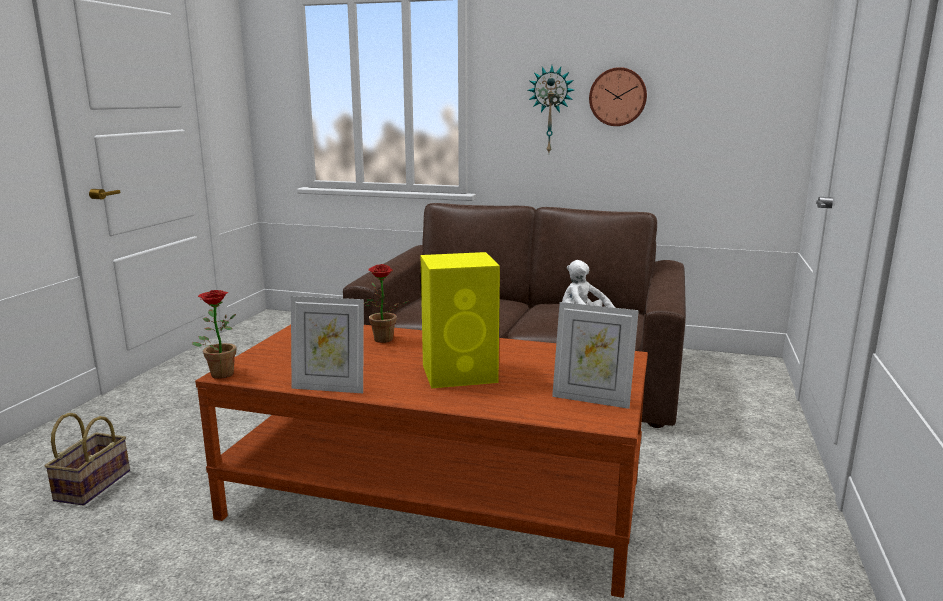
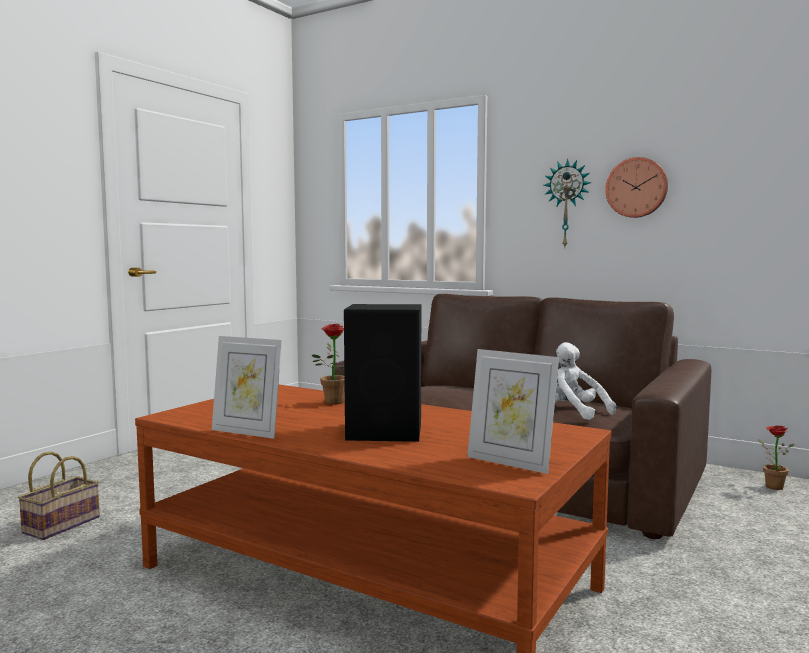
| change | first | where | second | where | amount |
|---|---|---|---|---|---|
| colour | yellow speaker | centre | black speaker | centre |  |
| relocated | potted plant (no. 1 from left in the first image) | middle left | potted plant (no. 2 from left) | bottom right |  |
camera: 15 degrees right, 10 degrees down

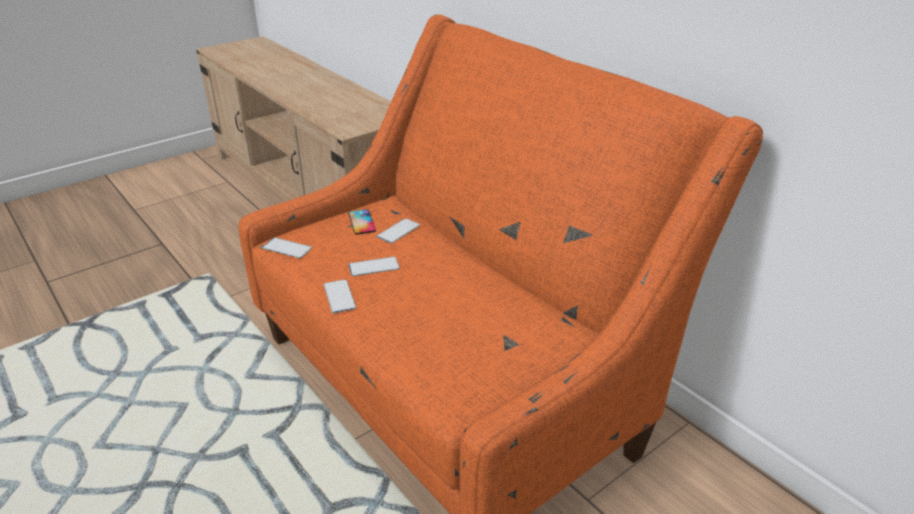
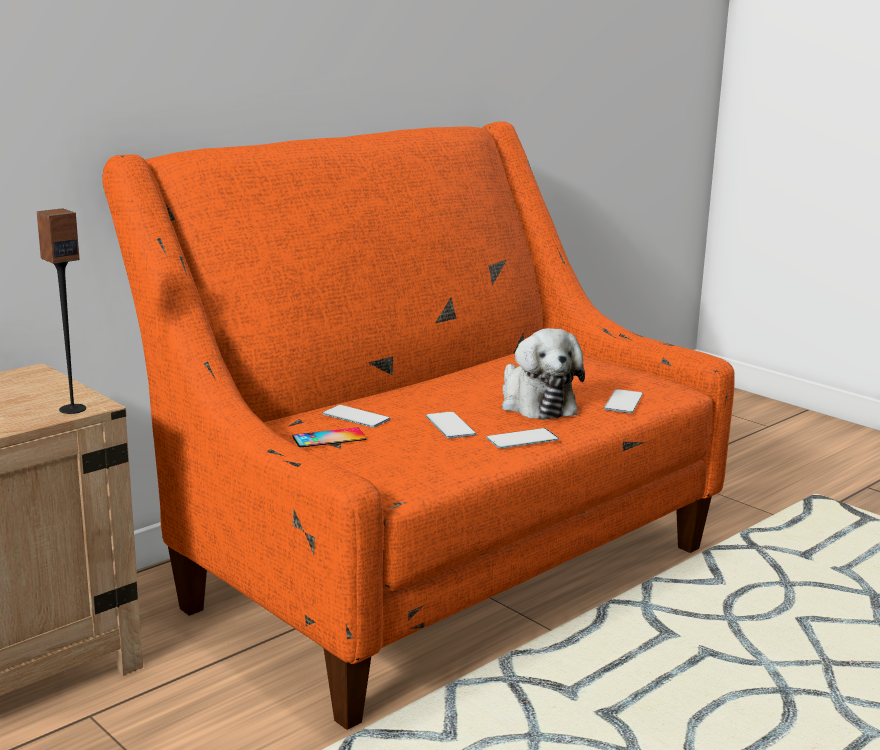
| change | first | where | second | where | amount |
|---|---|---|---|---|---|
| relocated | phone (no. 1 from left in the first image) | middle left | phone (no. 5 from left) | middle right |  |
| appeared |  |  | speaker | middle left |  |
| appeared |  |  | plush toy | centre |  |
camera: 95 degrees left, 15 degrees down

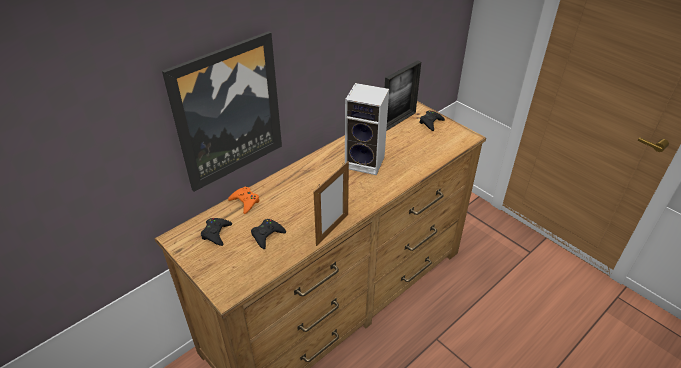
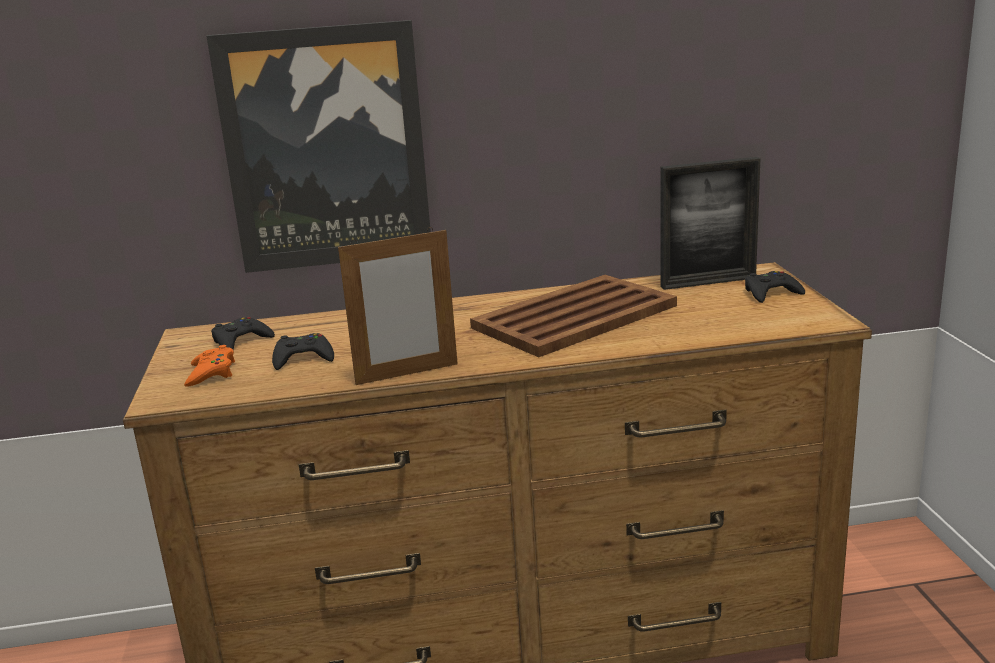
| change | first | where | second | where | amount |
|---|---|---|---|---|---|
| exchanged | speaker | centre | brown tray | centre |  |
| relocated | orange game controller | centre |  | middle left |  |
camera: 35 degrees right, 20 degrees down

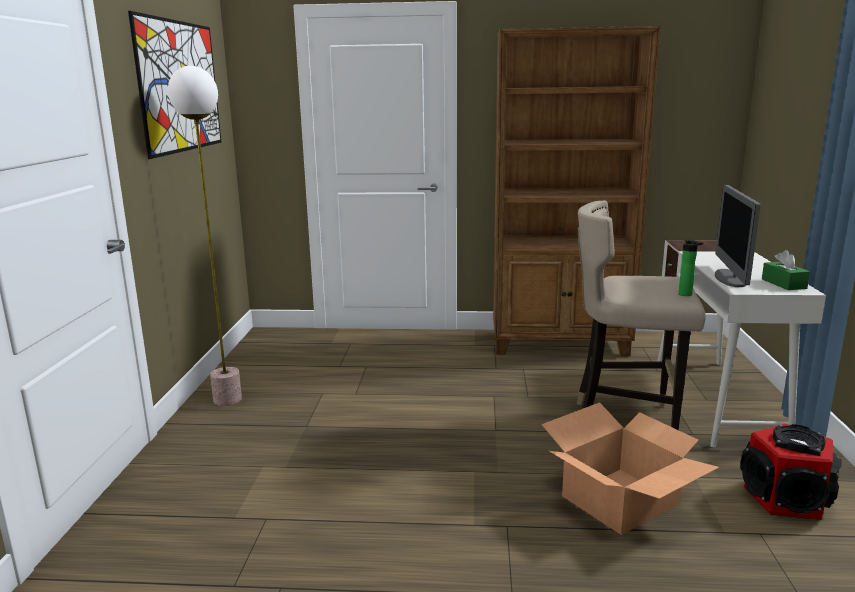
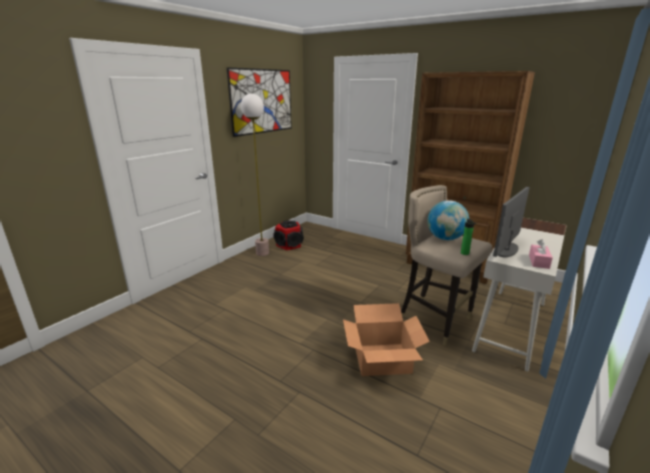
| change | first | where | second | where | amount |
|---|---|---|---|---|---|
| colour | green tissue box | middle right | pink tissue box | middle right |  |
| relocated | speaker | bottom right |  | centre |  |
| appeared |  |  | globe | middle right |  |
camera: 30 degrees right, 5 degrees up

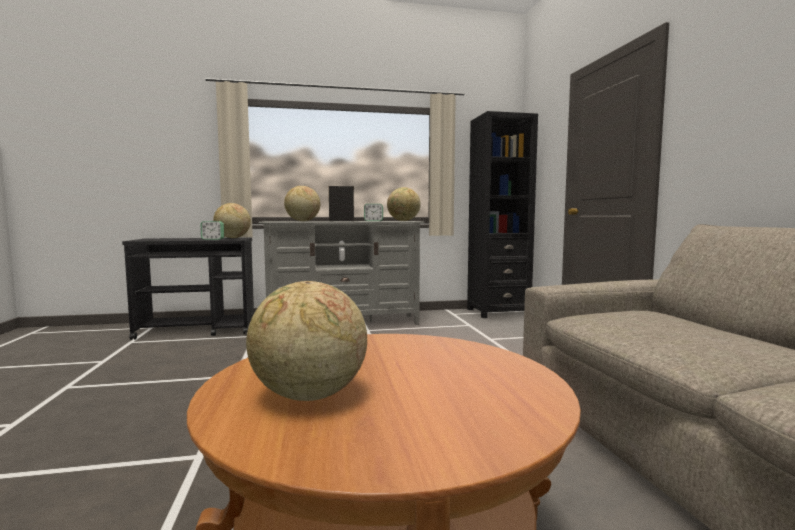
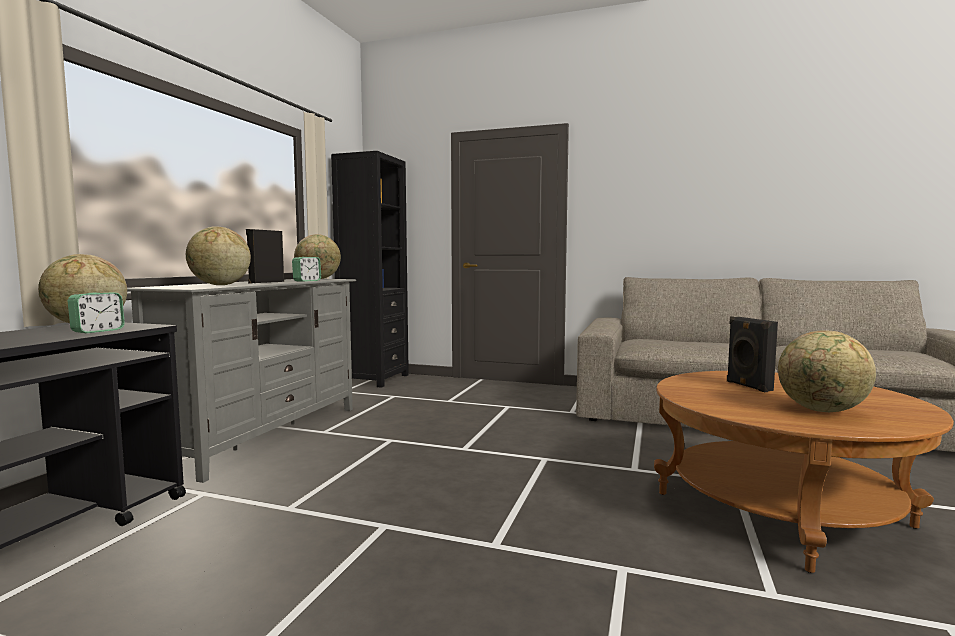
| change | first | where | second | where | amount |
|---|---|---|---|---|---|
| appeared |  |  | black speaker (no. 2 from left) | middle right |  |
camera: 60 degrees left, 0 degrees up

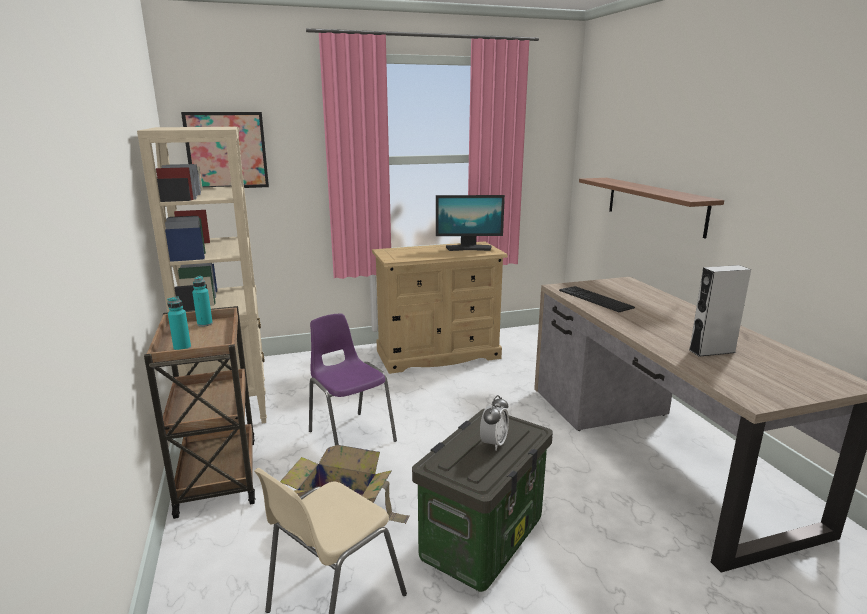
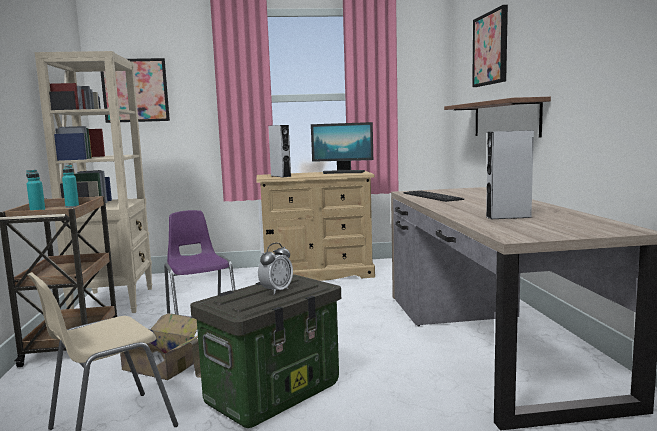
| change | first | where | second | where | amount |
|---|---|---|---|---|---|
| appeared |  |  | picture (no. 2 from left) | top right |  |
| appeared |  |  | grey speaker (no. 1 from left) | centre |  |
camera: 10 degrees right, 10 degrees down

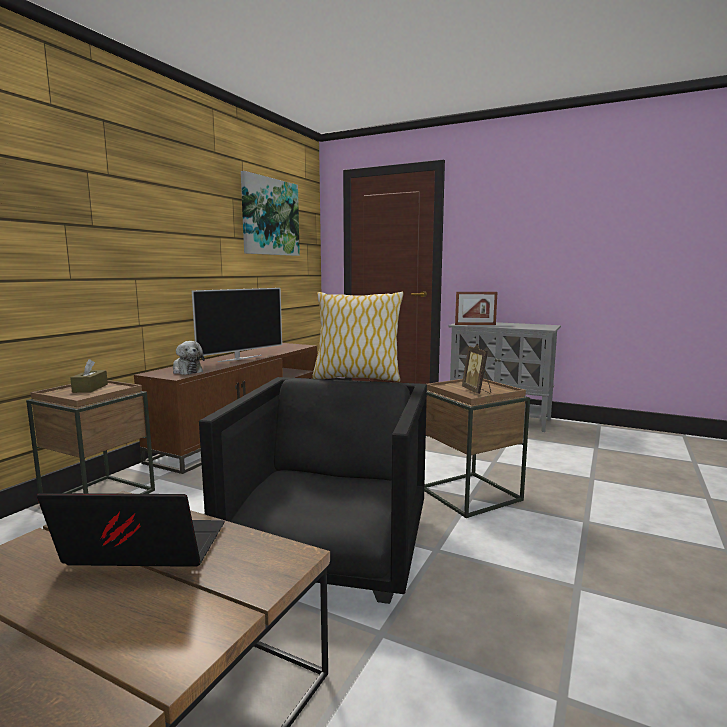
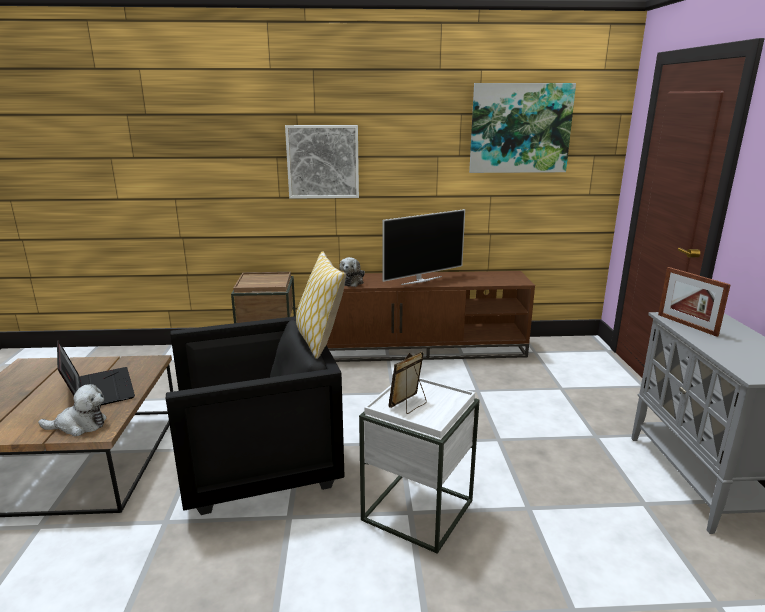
| change | first | where | second | where | amount |
|---|---|---|---|---|---|
| spun | television | middle left |  | centre | 45 degrees counterclockwise |
| missing | brown tissue box | middle left |  |  |  |
| colour | brown side table (no. 2 from left) | centre | white side table | bottom centre |  |
| appeared |  |  | picture (no. 1 from left) | top centre |  |
| appeared |  |  | plush toy (no. 1 from left) | bottom left |  |
camera: 60 degrees right, 10 degrees up

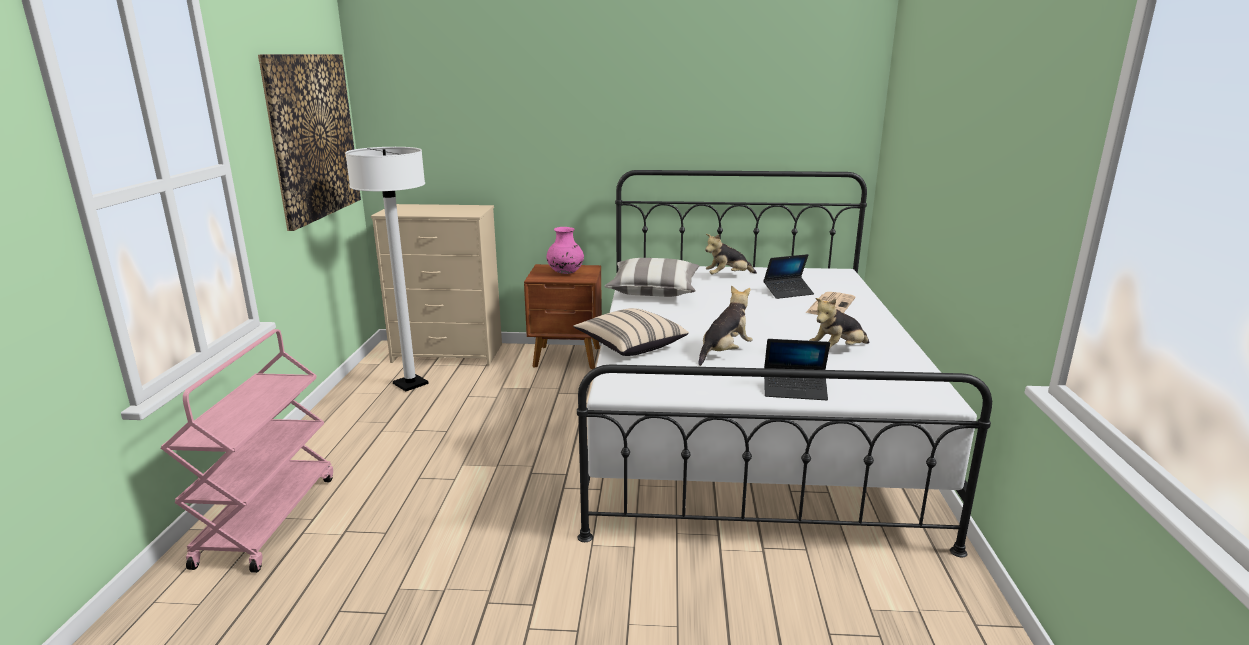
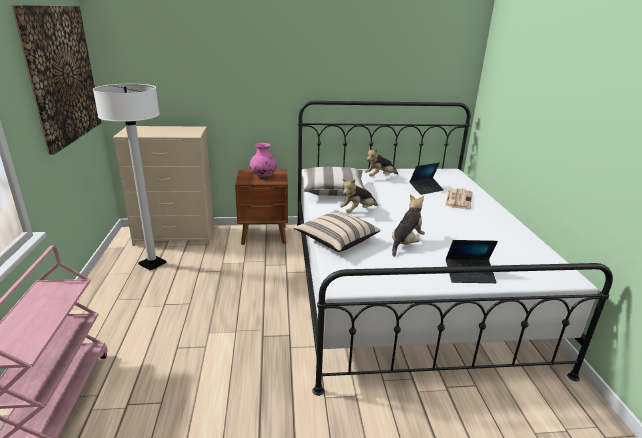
| change | first | where | second | where | amount |
|---|---|---|---|---|---|
| relocated | plush toy (no. 3 from left in the first image) | middle right | plush toy (no. 1 from left) | centre |  |
camera: 10 degrees left, 5 degrees up

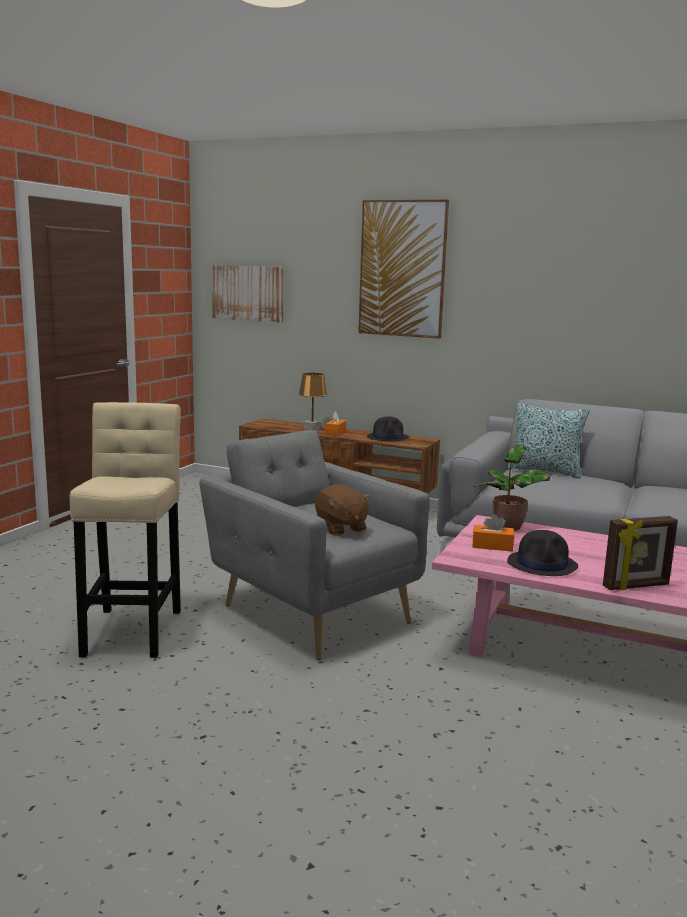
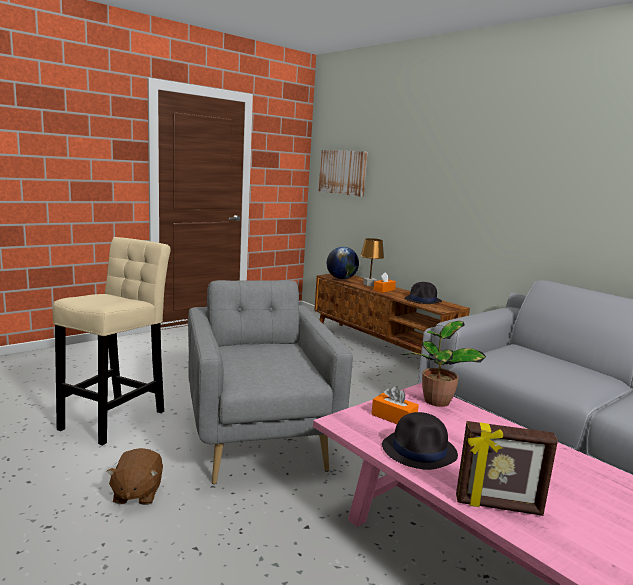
| change | first | where | second | where | amount |
|---|---|---|---|---|---|
| missing | picture (no. 2 from left) | top centre |  |  |  |
| missing | pillow | middle right |  |  |  |
| relocated | brown plush toy | centre |  | bottom left |  |
| appeared |  |  | globe | centre |  |
camera: 25 degrees right, 0 degrees up

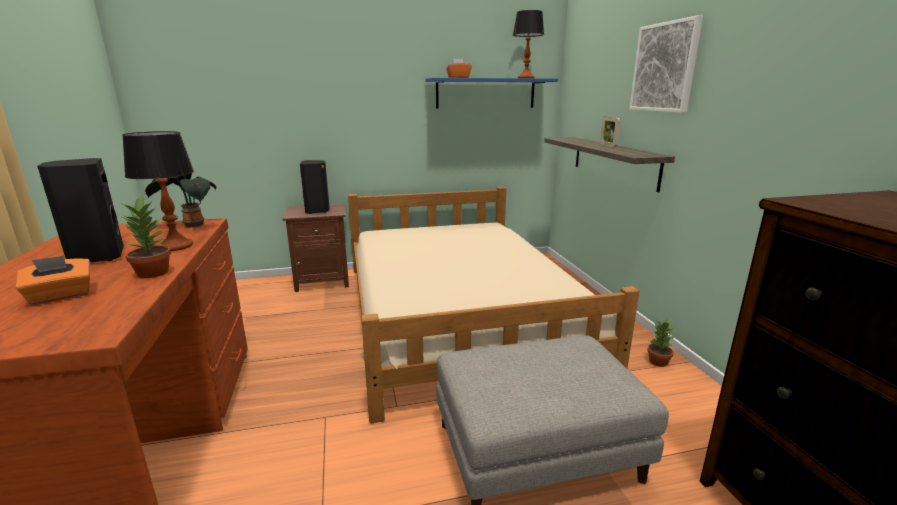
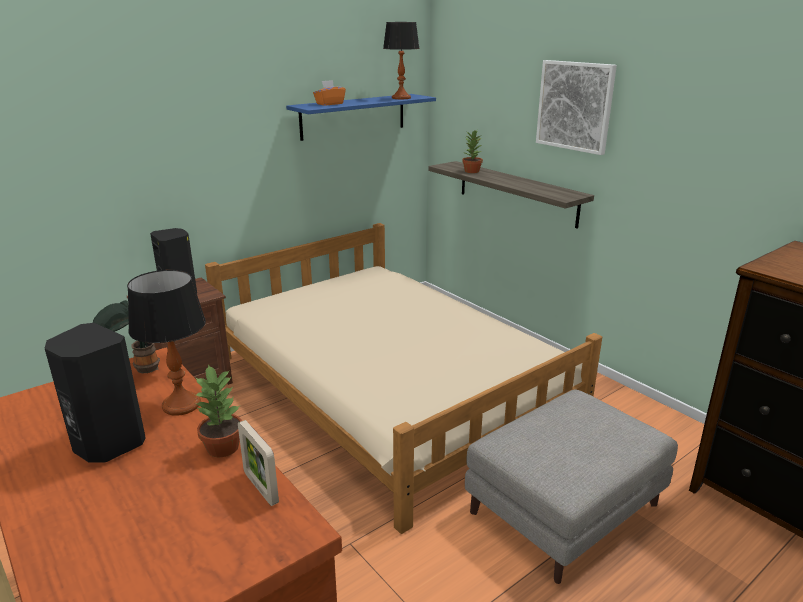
| change | first | where | second | where | amount |
|---|---|---|---|---|---|
| relocated | picture frame | top right |  | bottom left |  |
| missing | orange tissue box (no. 1 from left) | middle left |  |  |  |
| relocated | potted plant (no. 3 from left) | bottom right |  | top centre |  |
camera: 25 degrees left, 5 degrees up

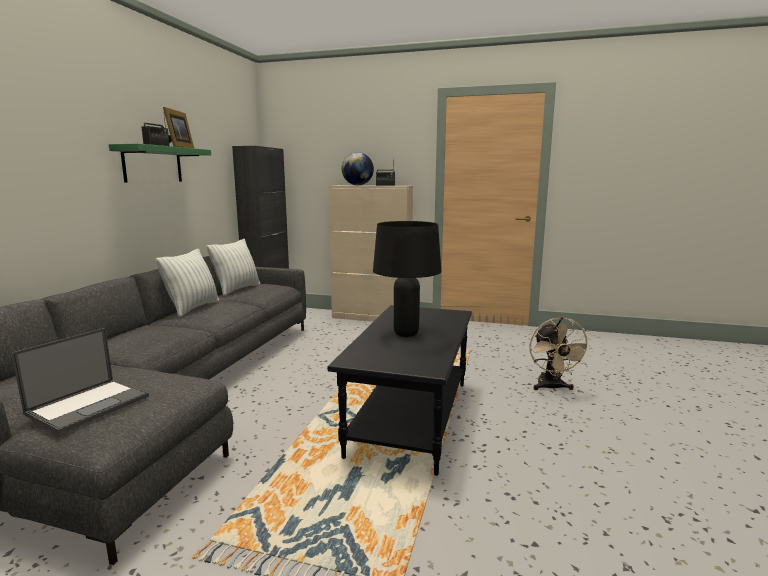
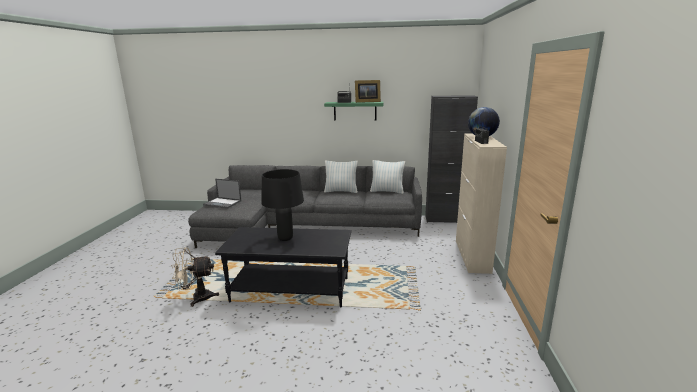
| change | first | where | second | where | amount |
|---|---|---|---|---|---|
| relocated | beige fan | middle right |  | bottom left |  |
camera: 80 degrees right, 5 degrees up

